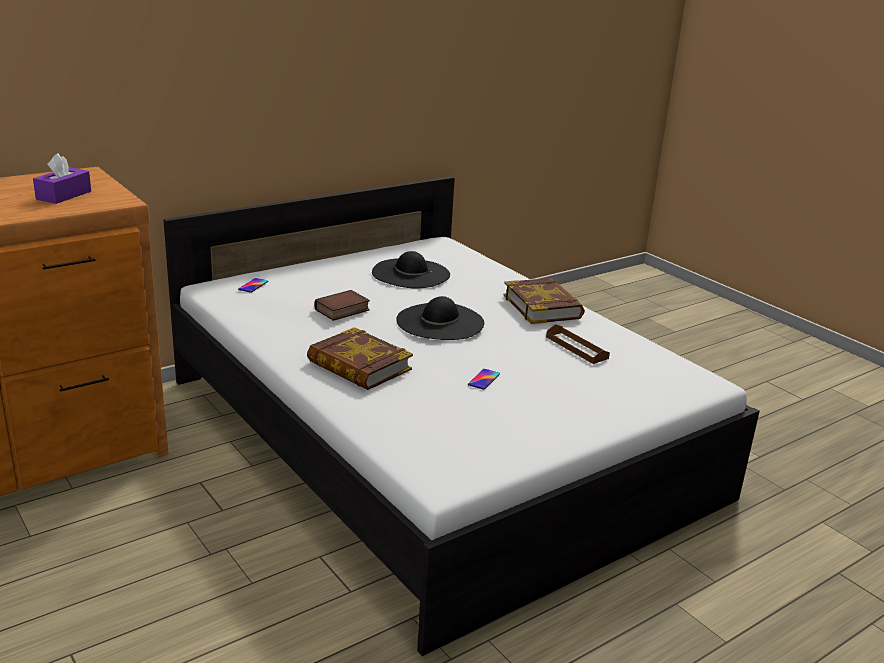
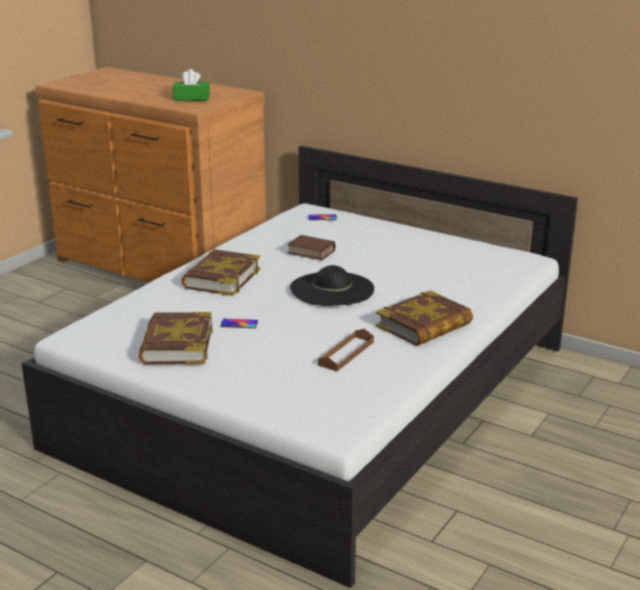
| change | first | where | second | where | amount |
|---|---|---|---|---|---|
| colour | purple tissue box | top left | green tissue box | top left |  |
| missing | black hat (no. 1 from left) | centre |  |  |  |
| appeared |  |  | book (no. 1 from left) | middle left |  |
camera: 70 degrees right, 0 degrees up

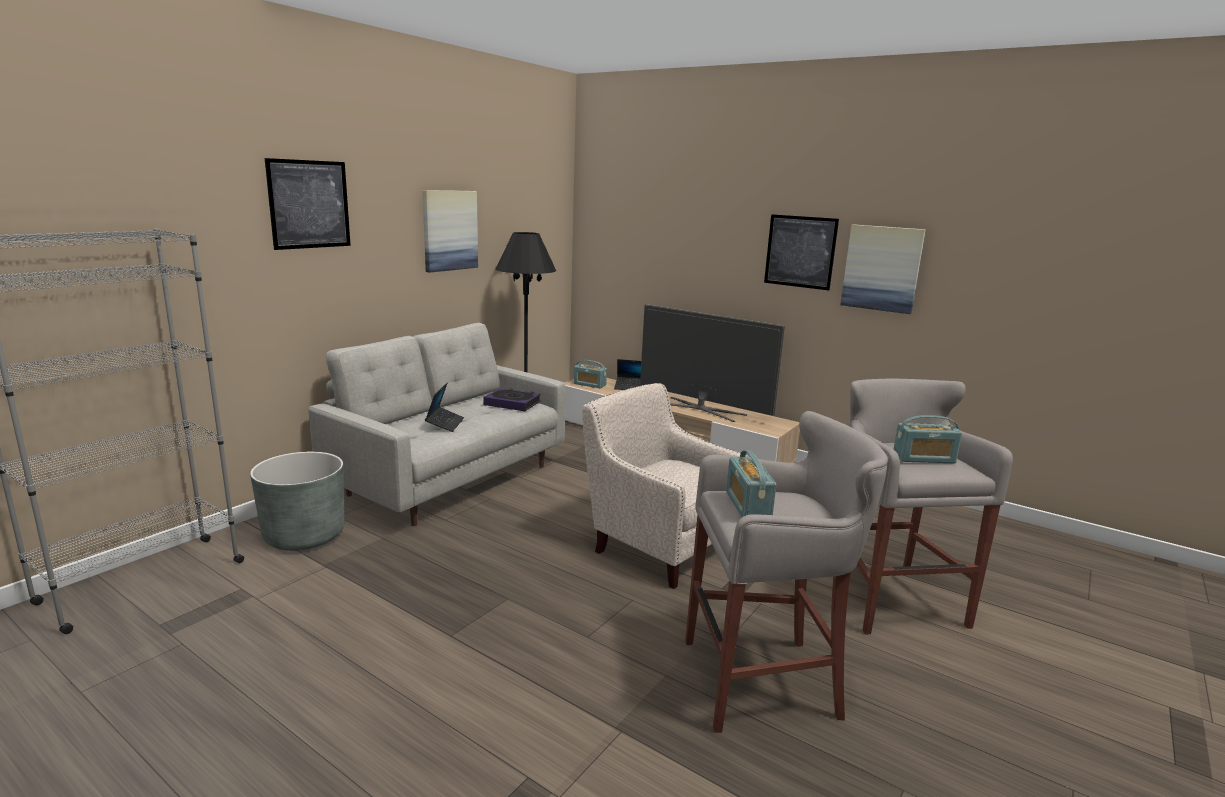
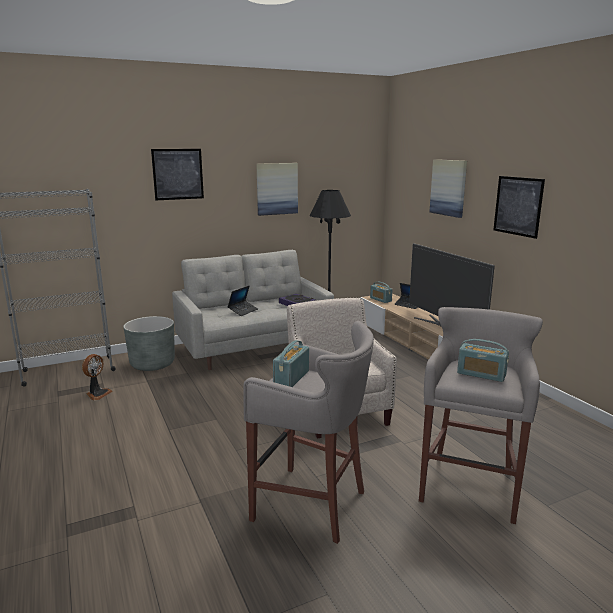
| change | first | where | second | where | amount |
|---|---|---|---|---|---|
| relocated | picture (no. 4 from left in the first image) | middle right | picture (no. 3 from left) | top right |  |
| appeared |  |  | fan | middle left |  |
camera: 30 degrees right, 0 degrees up

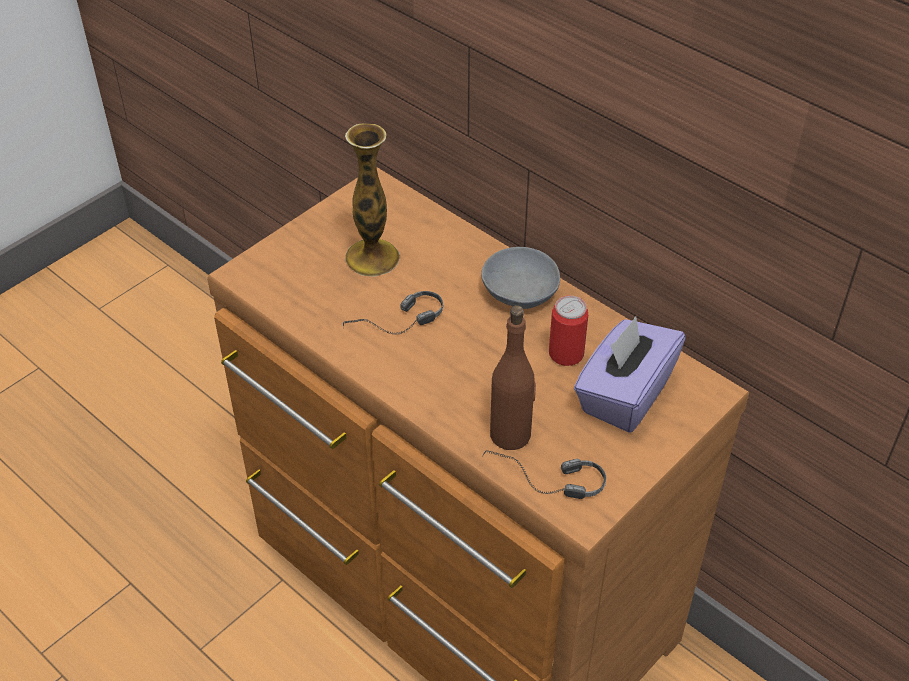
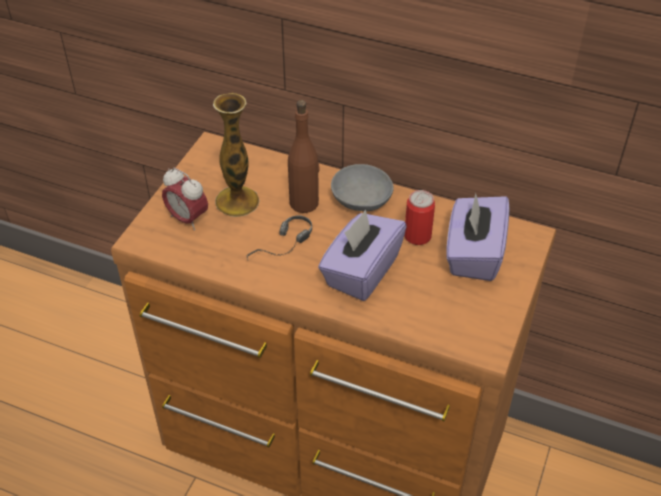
| change | first | where | second | where | amount |
|---|---|---|---|---|---|
| relocated | brown bottle | centre |  | top centre |  |
| missing | headphones (no. 2 from left) | bottom centre |  |  |  |
| appeared |  |  | alarm clock | middle left |  |
| appeared |  |  | purple tissue box (no. 1 from left) | centre |  |
camera: 20 degrees left, 0 degrees up

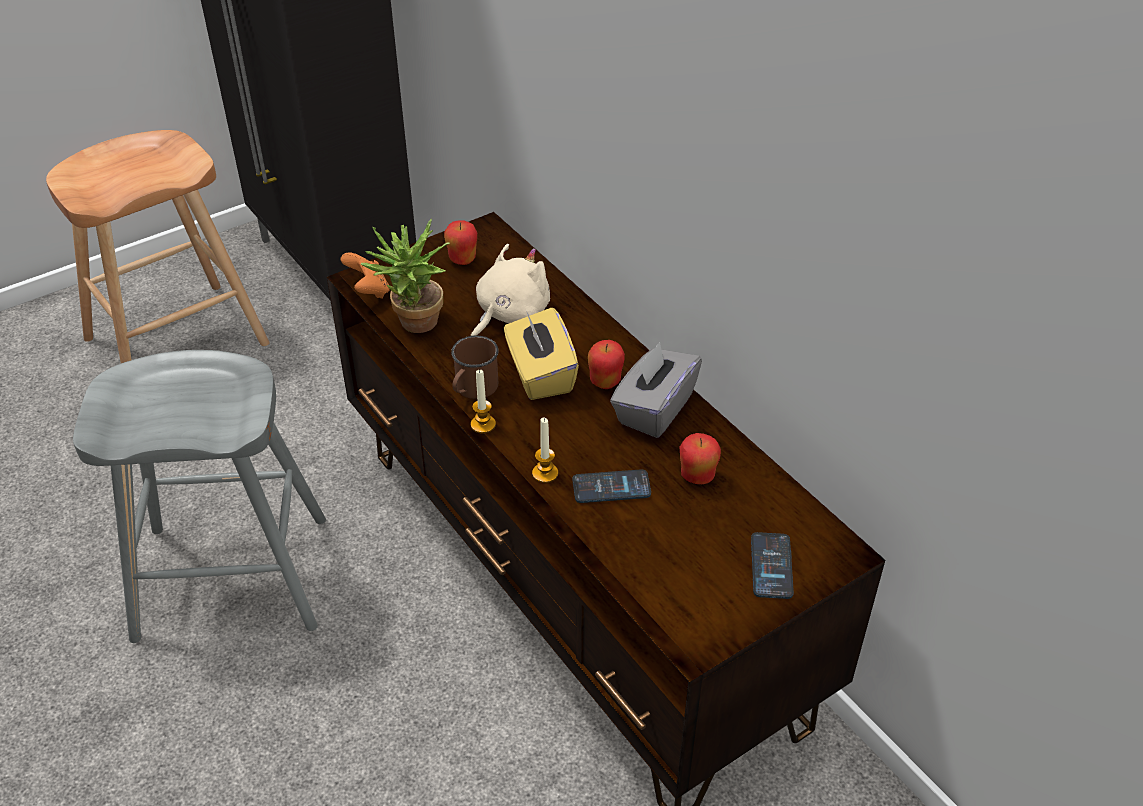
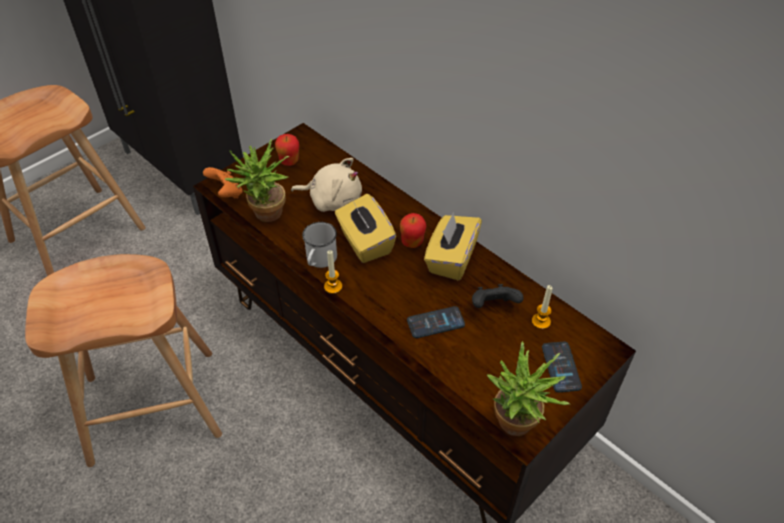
| change | first | where | second | where | amount |
|---|---|---|---|---|---|
| spun | beige plush toy | centre |  | centre | 75 degrees clockwise |
| colour | brown mug | centre | white mug | centre |  |
| colour | grey tissue box | centre | yellow tissue box (no. 2 from left) | centre |  |
| colour | grey stool | middle left | brown stool (no. 2 from left) | bottom left |  |
| relocated | candle (no. 2 from left) | centre |  | middle right |  |
| exchanged | apple (no. 3 from left) | centre | black game controller | centre |  |
| appeared |  |  | potted plant (no. 2 from left) | bottom right |  |
camera: 10 degrees left, 5 degrees up

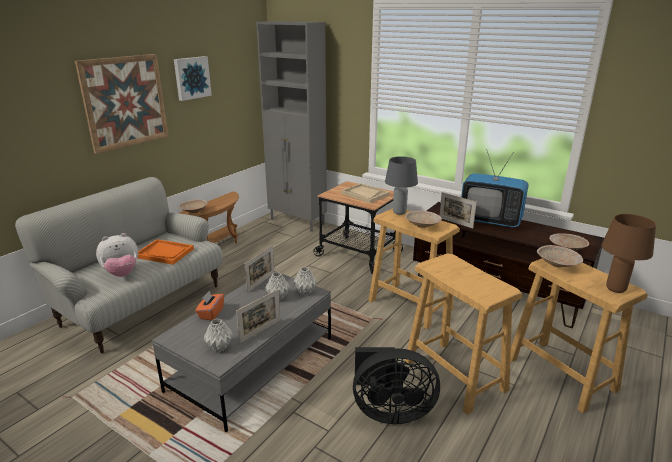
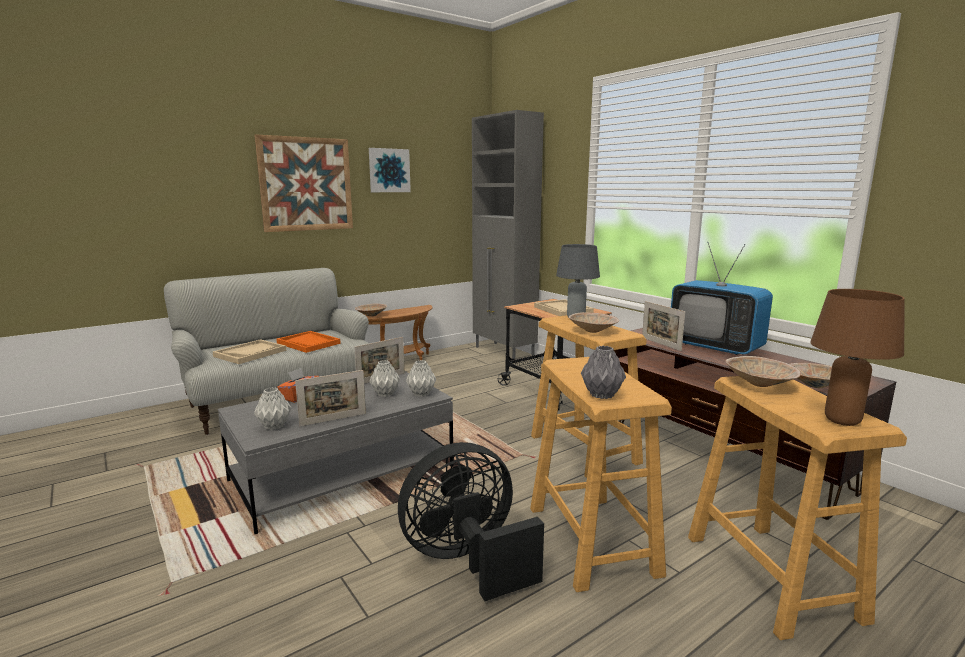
| change | first | where | second | where | amount |
|---|---|---|---|---|---|
| exchanged | plush toy | middle left | beige tray (no. 1 from left) | middle left |  |
| spun | black fan | bottom centre |  | bottom centre | 135 degrees clockwise |
| appeared |  |  | grey vase (no. 4 from left) | centre |  |
camera: 20 degrees right, 10 degrees down

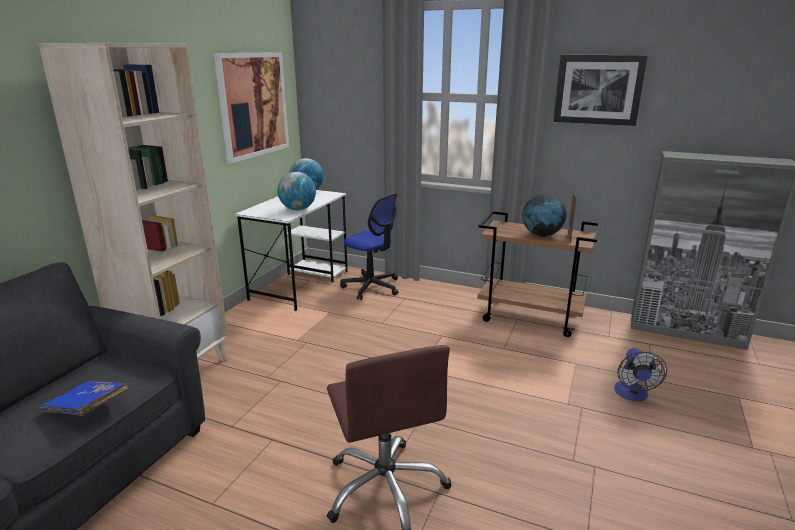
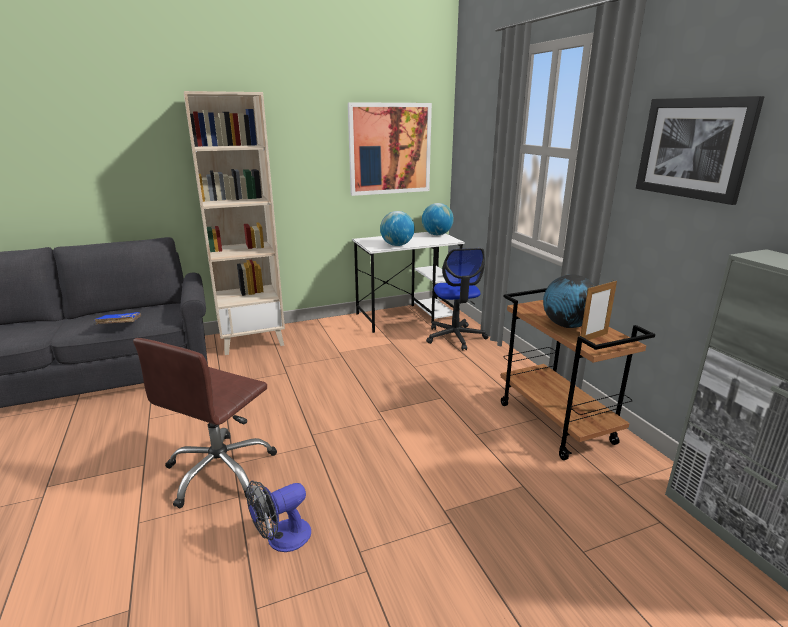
| change | first | where | second | where | amount |
|---|---|---|---|---|---|
| relocated | fan | bottom right |  | bottom centre |  |
camera: 45 degrees right, 0 degrees up

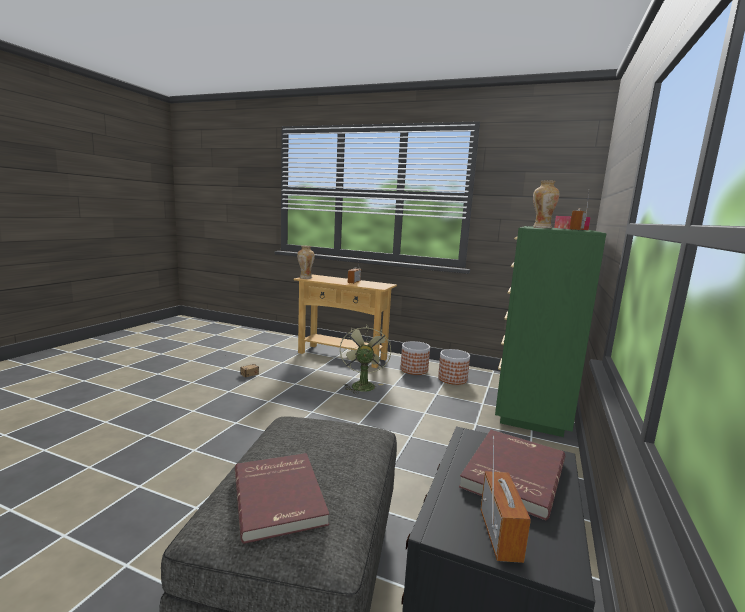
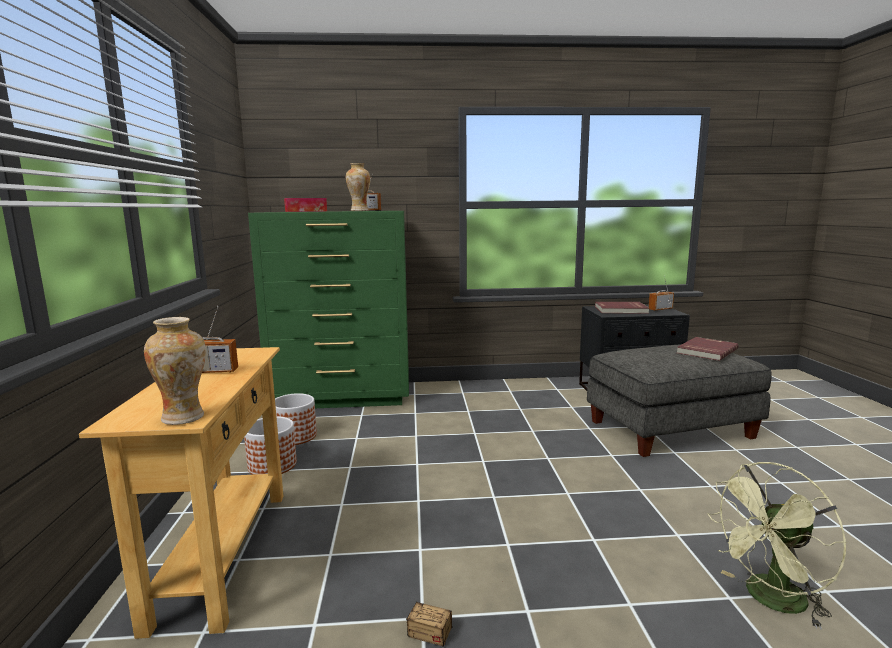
| change | first | where | second | where | amount |
|---|---|---|---|---|---|
| relocated | green fan | centre |  | bottom right |  |
camera: 115 degrees left, 0 degrees up

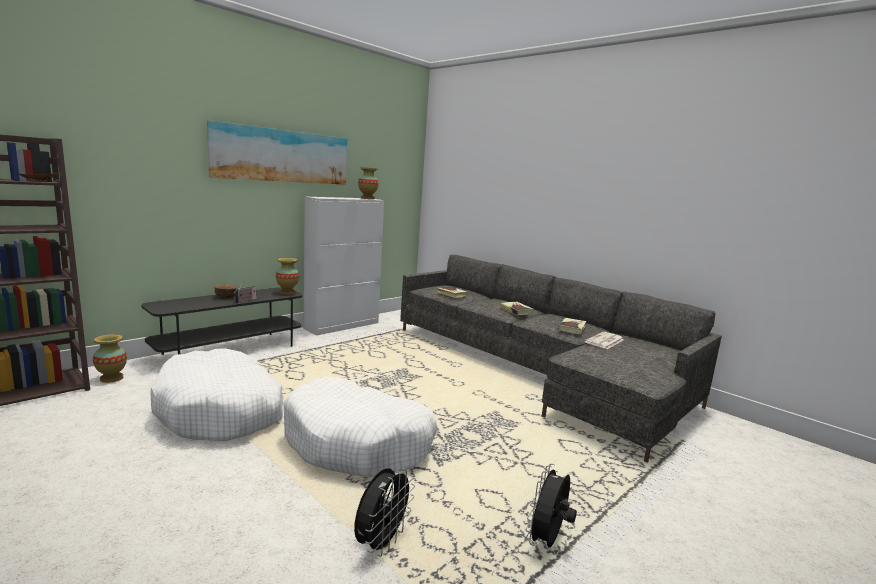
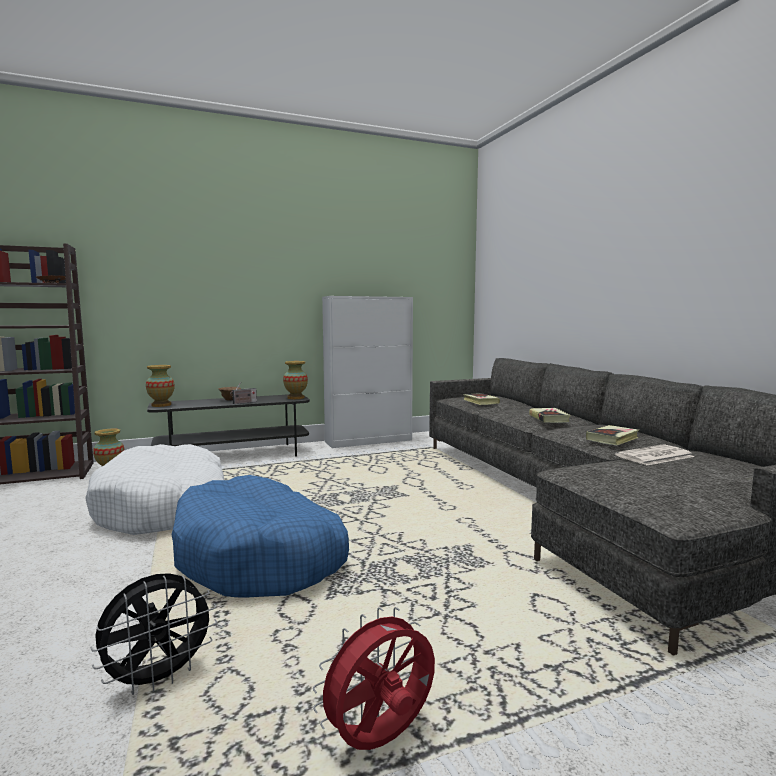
| change | first | where | second | where | amount |
|---|---|---|---|---|---|
| missing | picture | top left |  |  |  |
| relocated | vase (no. 3 from left in the first image) | top centre | vase (no. 2 from left) | middle left |  |
| colour | white dog bed (no. 2 from left) | bottom centre | blue dog bed | bottom centre |  |
| colour | black fan (no. 2 from left) | bottom centre | red fan | bottom centre |  |
camera: 25 degrees right, 5 degrees down

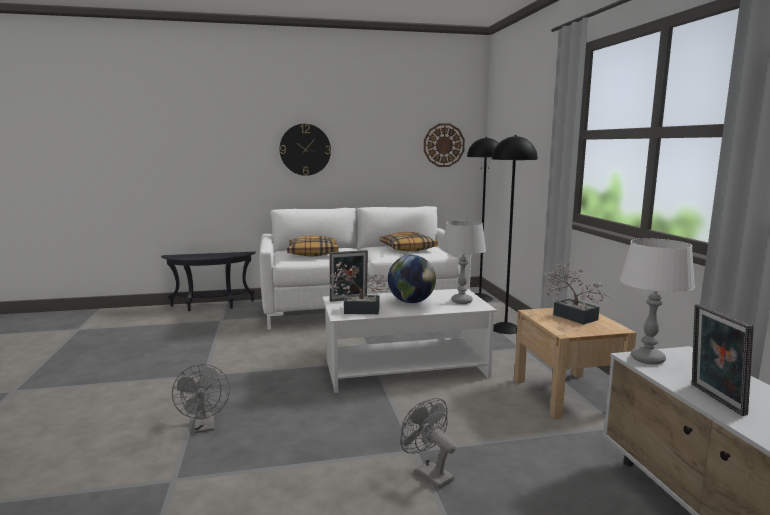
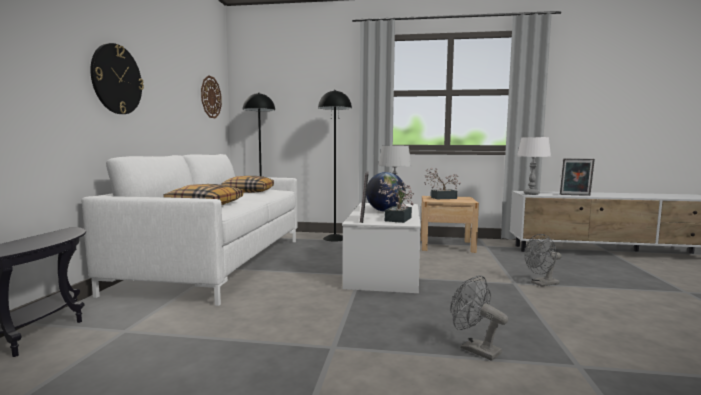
| change | first | where | second | where | amount |
|---|---|---|---|---|---|
| spun | grey fan (no. 1 from left) | bottom left |  | bottom right | 135 degrees counterclockwise |
camera: 70 degrees left, 5 degrees down

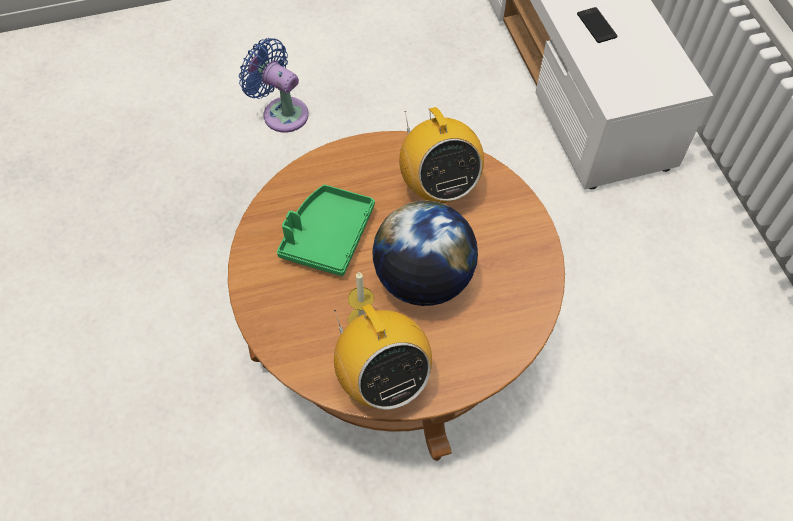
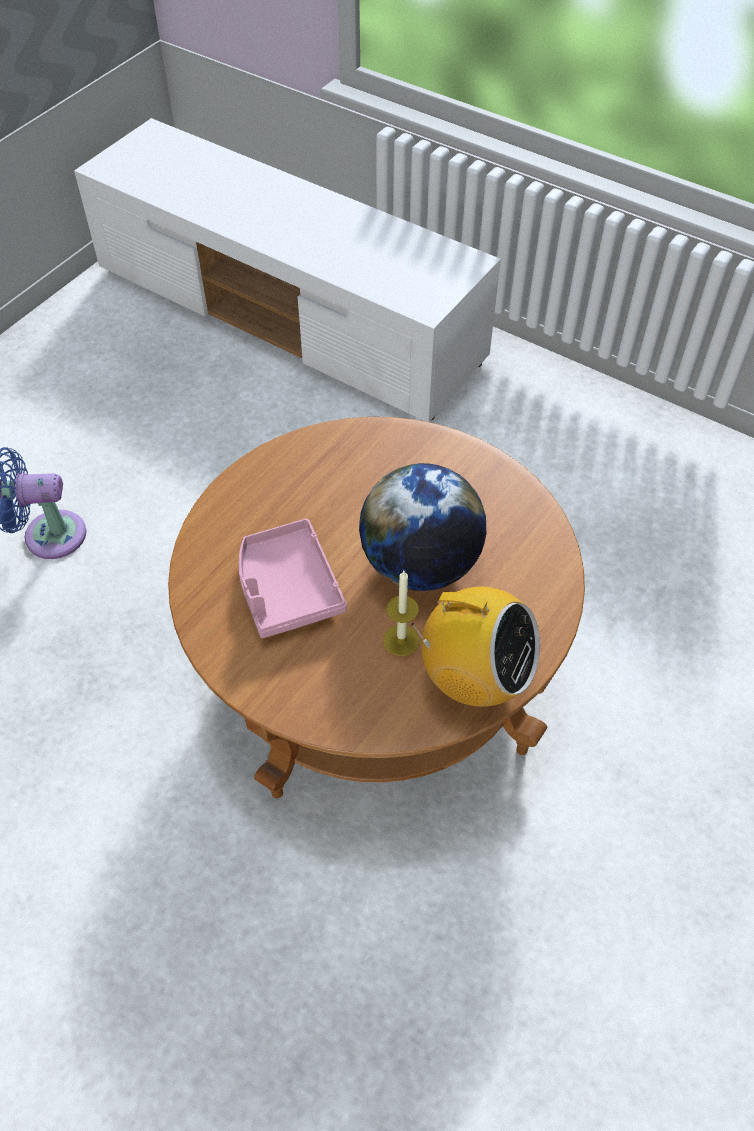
| change | first | where | second | where | amount |
|---|---|---|---|---|---|
| missing | phone | top right |  |  |  |
| missing | radio (no. 2 from left) | top centre |  |  |  |
| colour | green tray | centre | pink tray | centre |  |
camera: 40 degrees left, 5 degrees down

